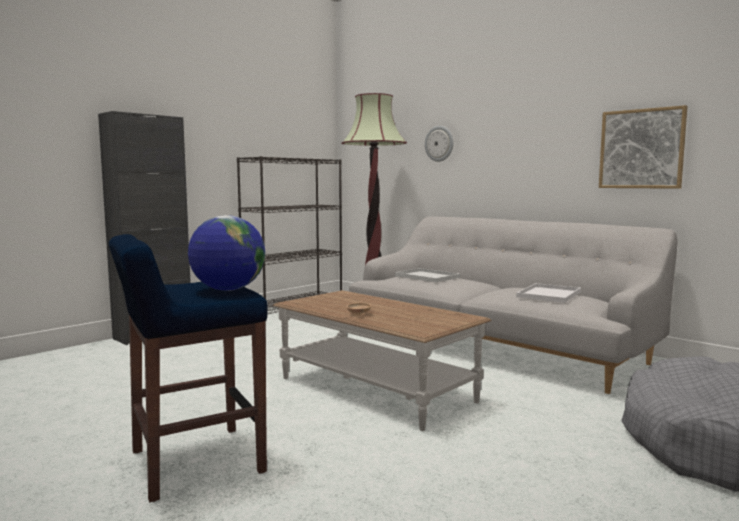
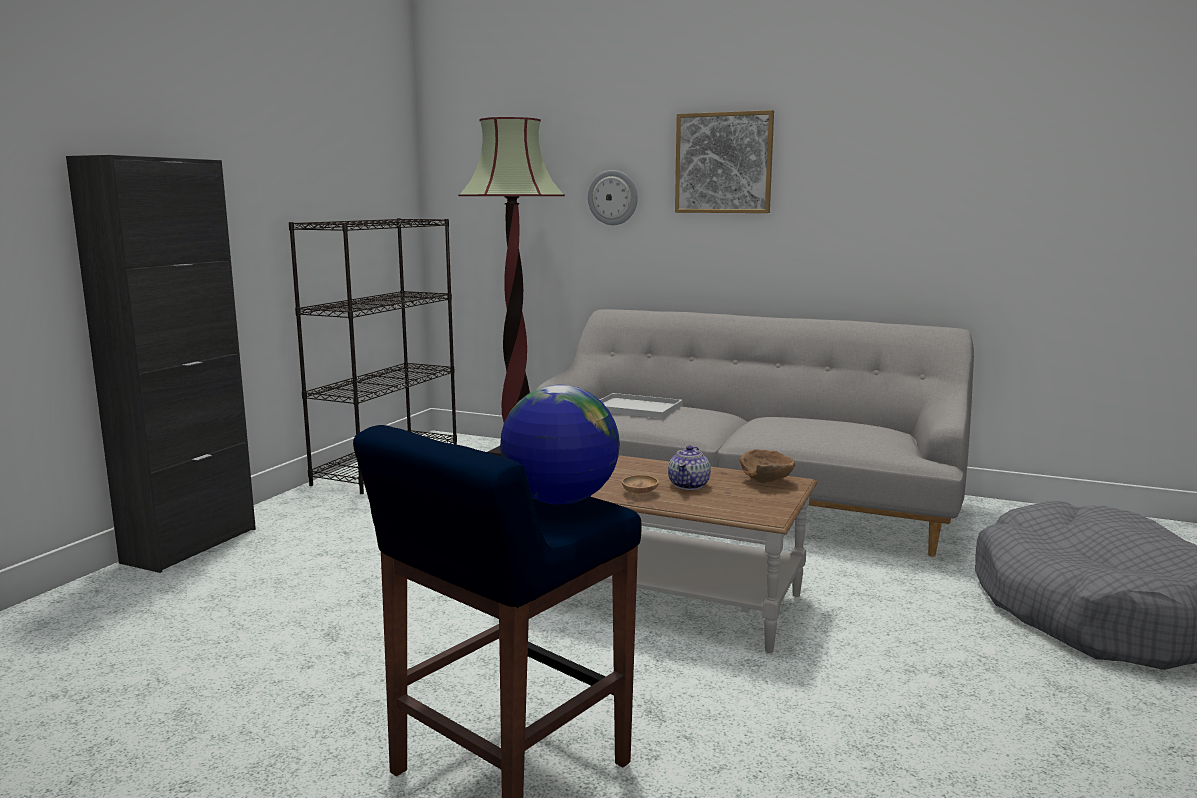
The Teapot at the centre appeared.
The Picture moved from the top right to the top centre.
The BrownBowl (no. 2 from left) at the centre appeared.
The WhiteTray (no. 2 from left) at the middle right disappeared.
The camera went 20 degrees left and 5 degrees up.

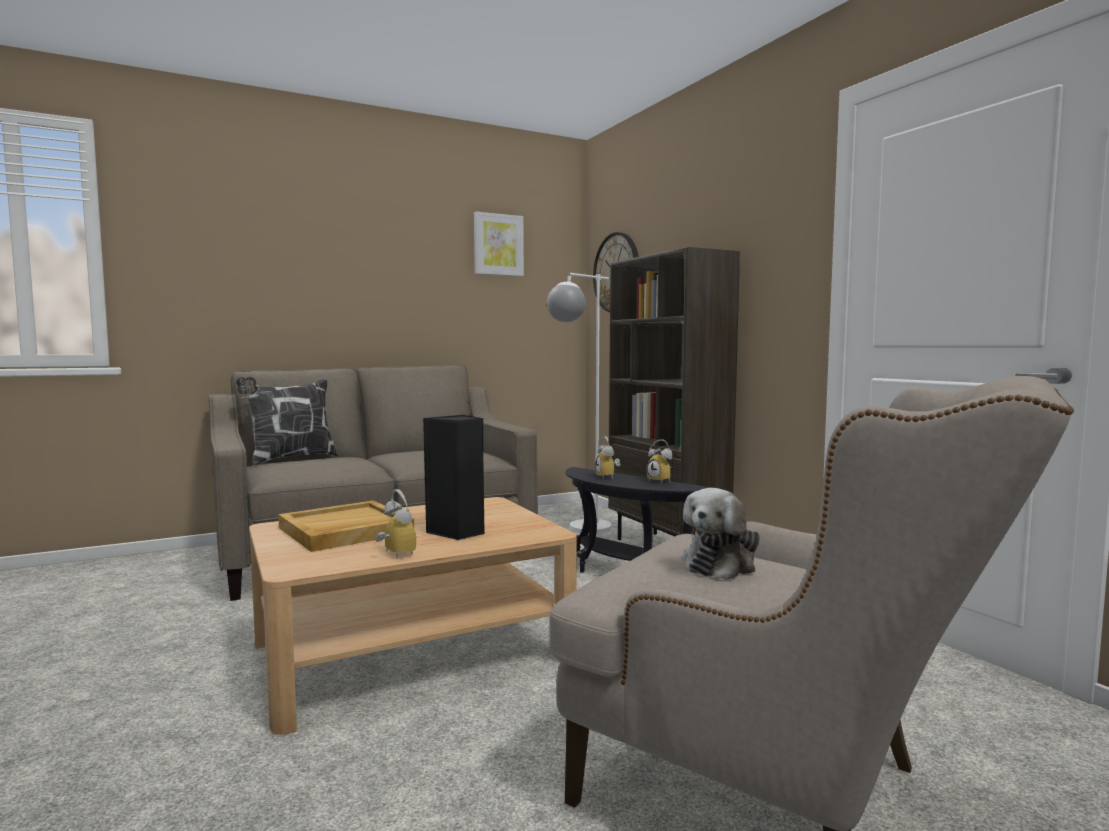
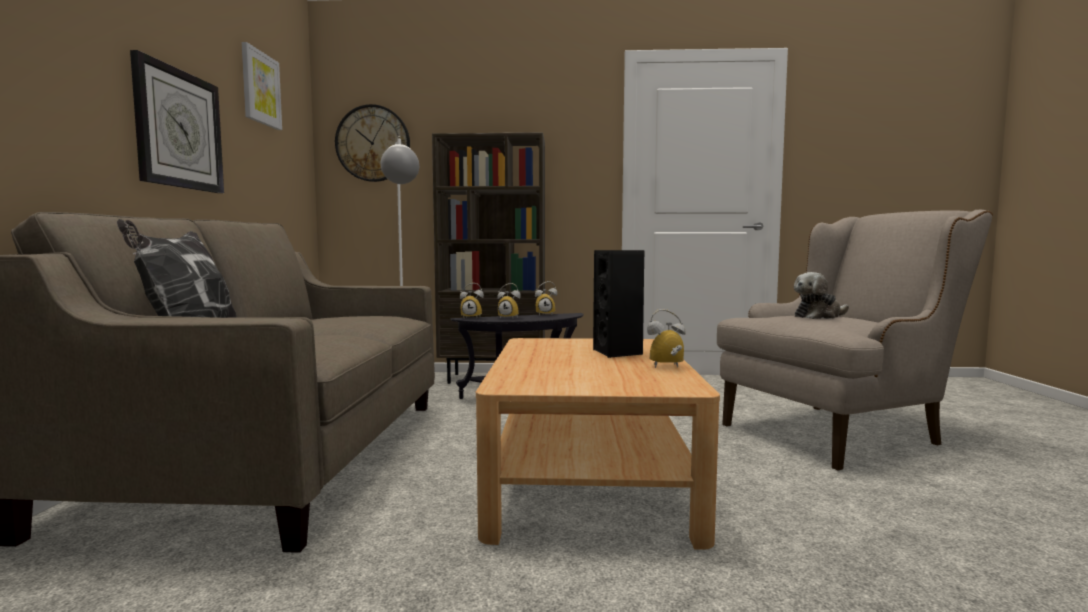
The WallClock (no. 1 from left) at the top left appeared.
The AlarmClock (no. 1 from left) at the centre appeared.
The PlushToy at the centre turned 90 degrees clockwise.
The BeigeTray at the middle left disappeared.
The camera went 60 degrees left and 0 degrees up.

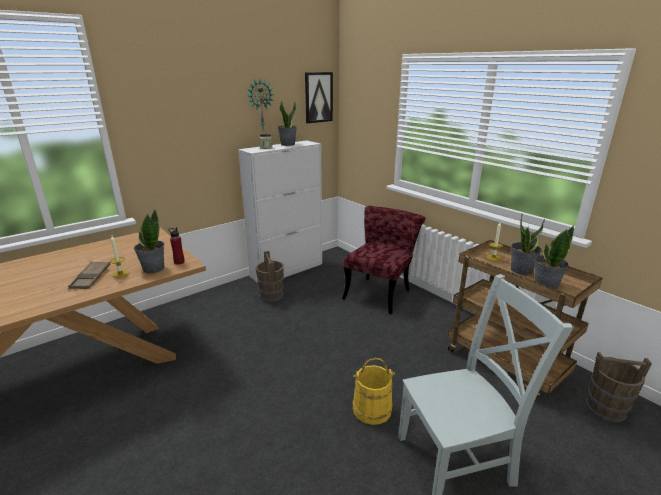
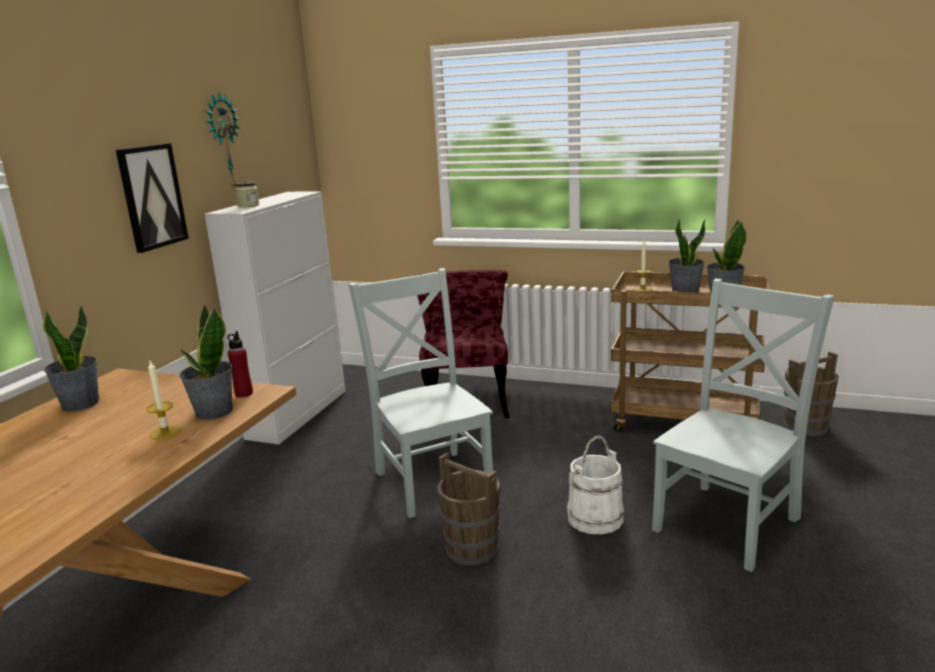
The PottedPlant (no. 2 from left in the first image) moved from the top centre to the middle left.
The Picture moved from the top centre to the top left.
The GreyChair (no. 1 from left) at the centre appeared.
The BrownBucket (no. 1 from left) moved from the centre to the bottom centre.
The YellowBucket at the bottom centre became the WhiteBucket at the bottom centre.
The BrownTray at the middle left disappeared.
The camera went 30 degrees left and 5 degrees down.

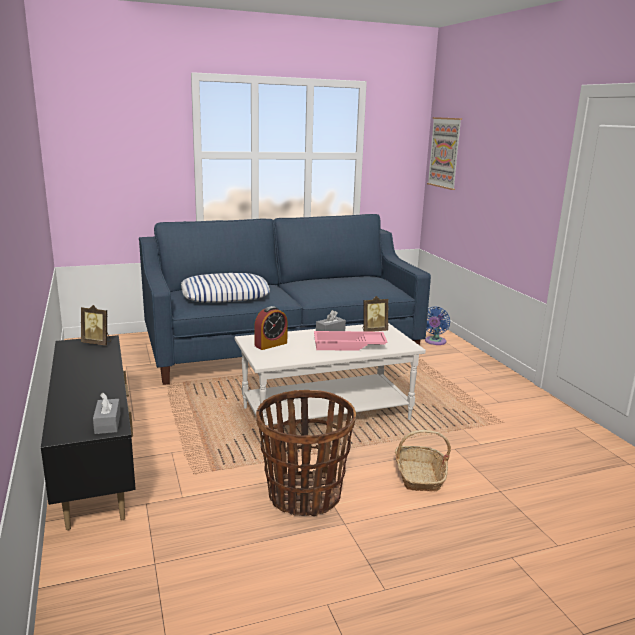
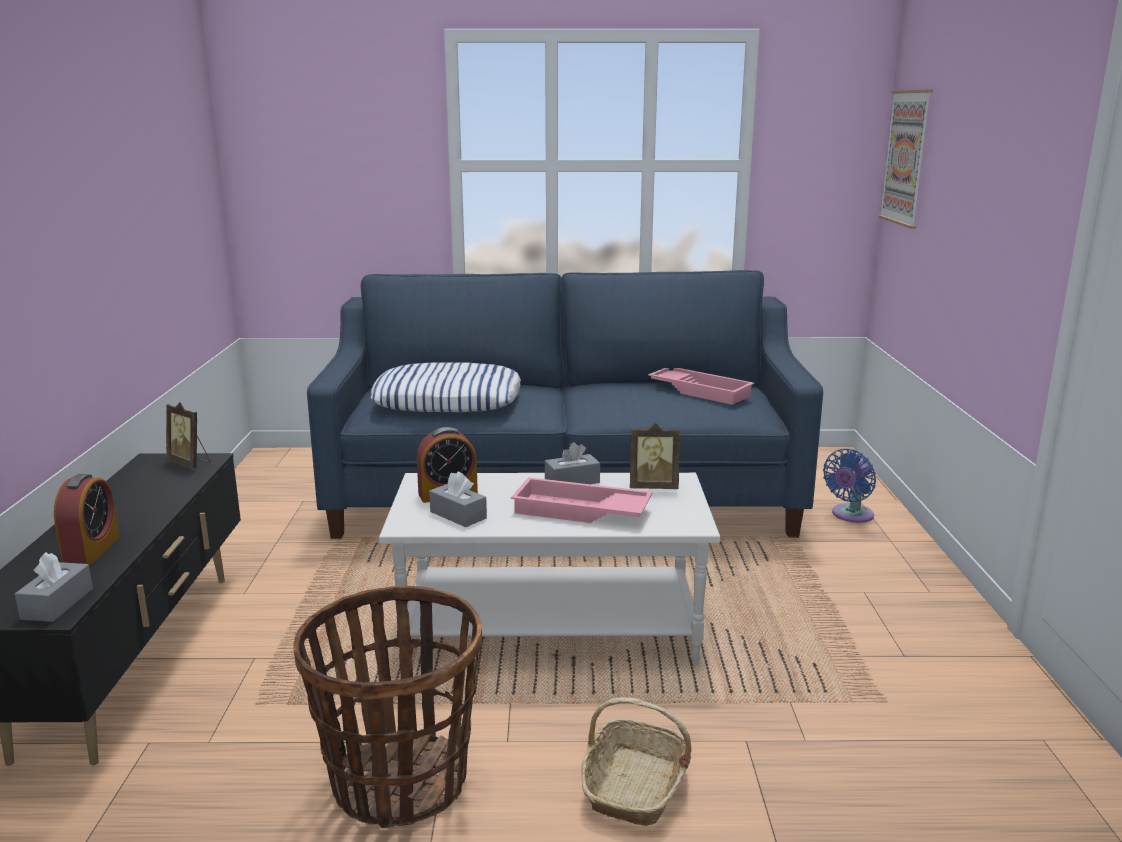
The AlarmClock (no. 1 from left) at the middle left appeared.
The GreyTissueBox (no. 2 from left) at the centre appeared.
The PinkTray (no. 2 from left) at the centre appeared.
The camera went 20 degrees right and 0 degrees up.

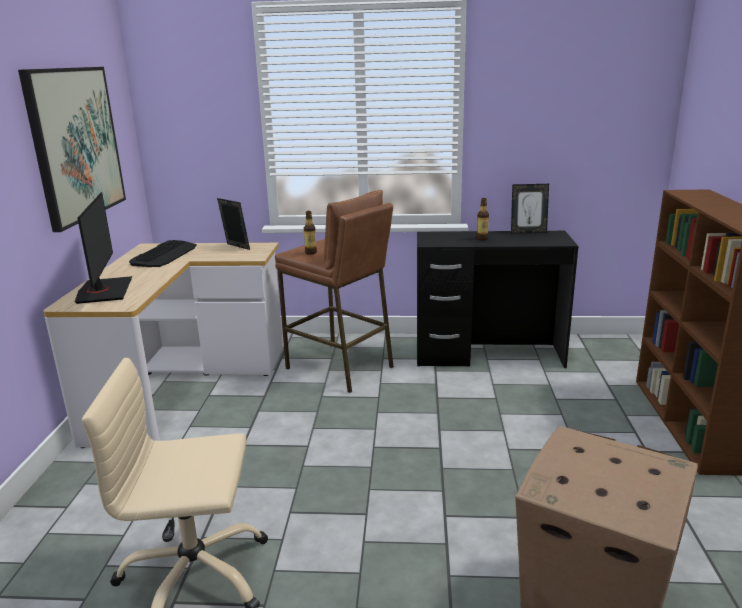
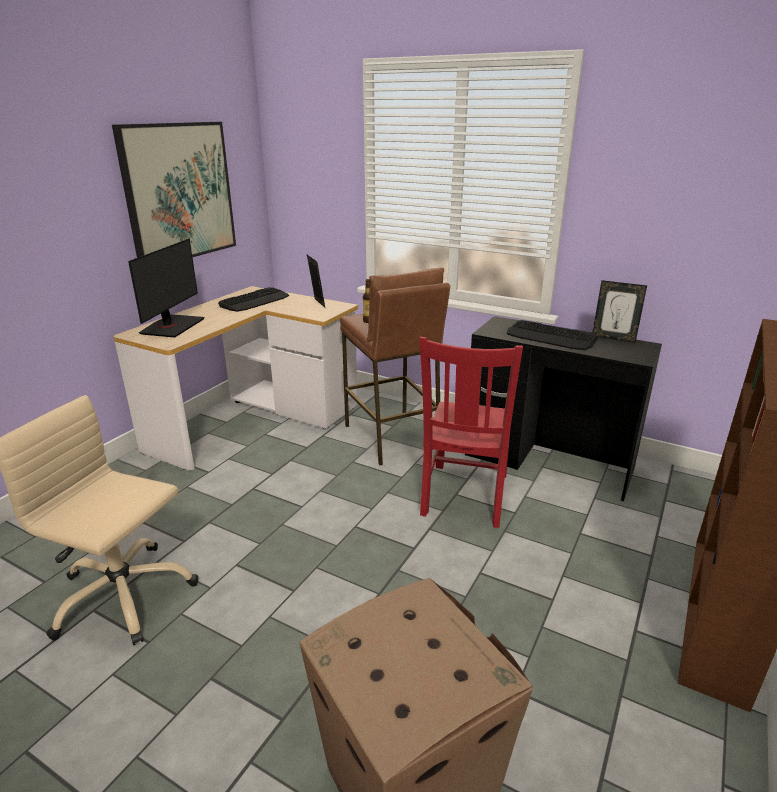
The RedChair at the centre appeared.
The Bottle (no. 2 from left) at the centre was replaced by the Keyboard (no. 2 from left) at the middle right.
The camera went 25 degrees right and 5 degrees up.

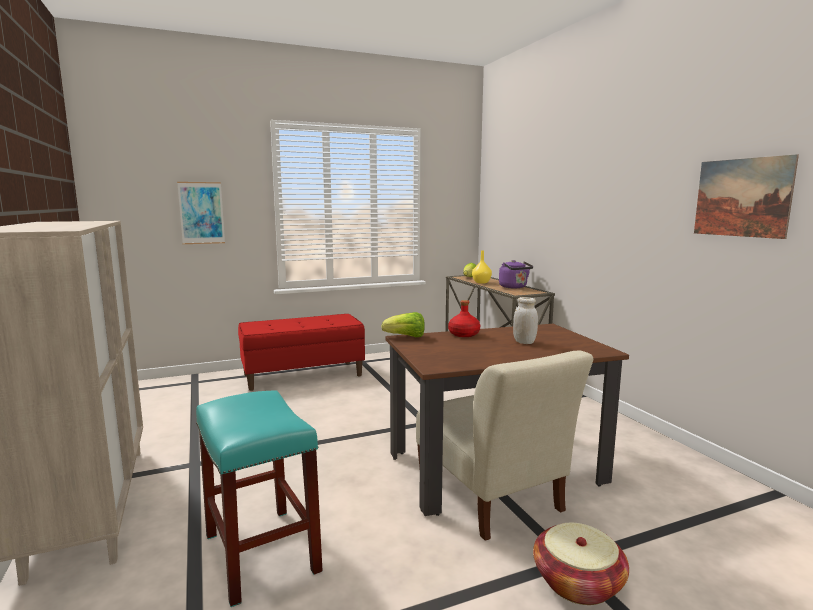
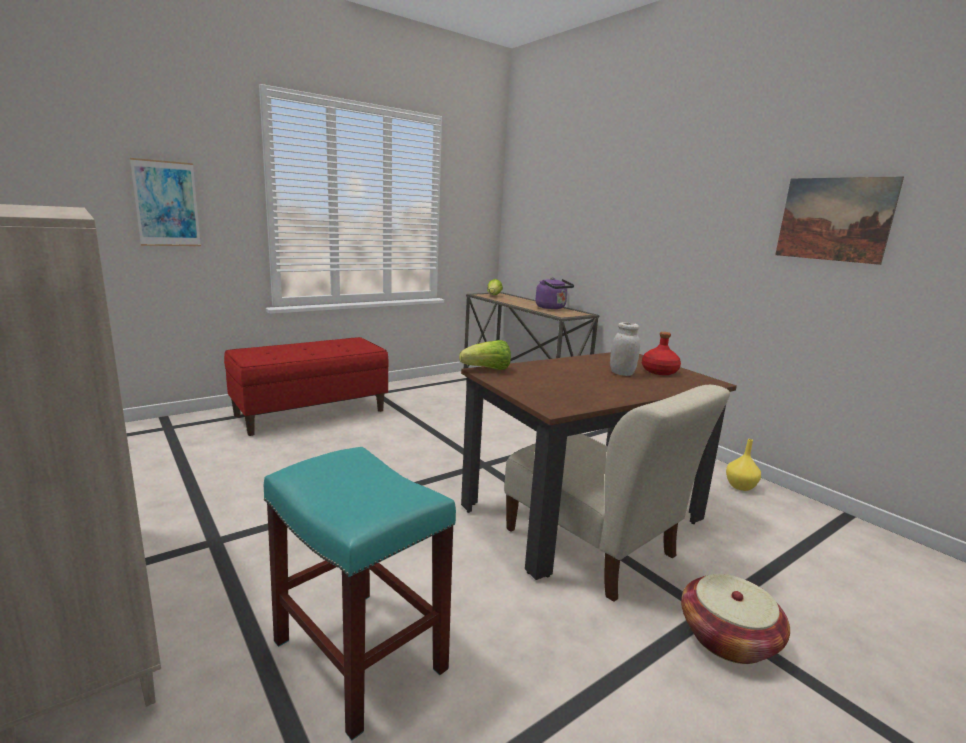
The RedBottle moved from the centre to the middle right.
The YellowVase moved from the centre to the middle right.
The camera went 15 degrees left and 5 degrees up.

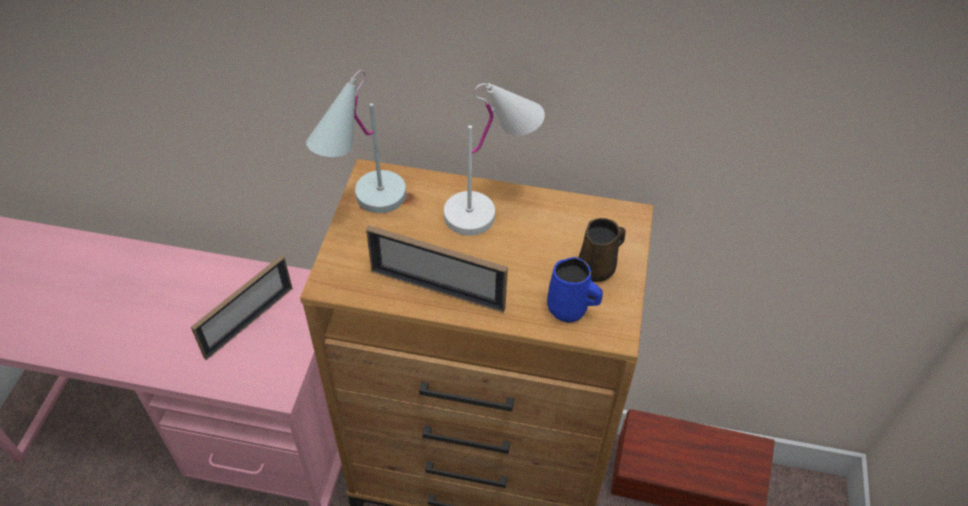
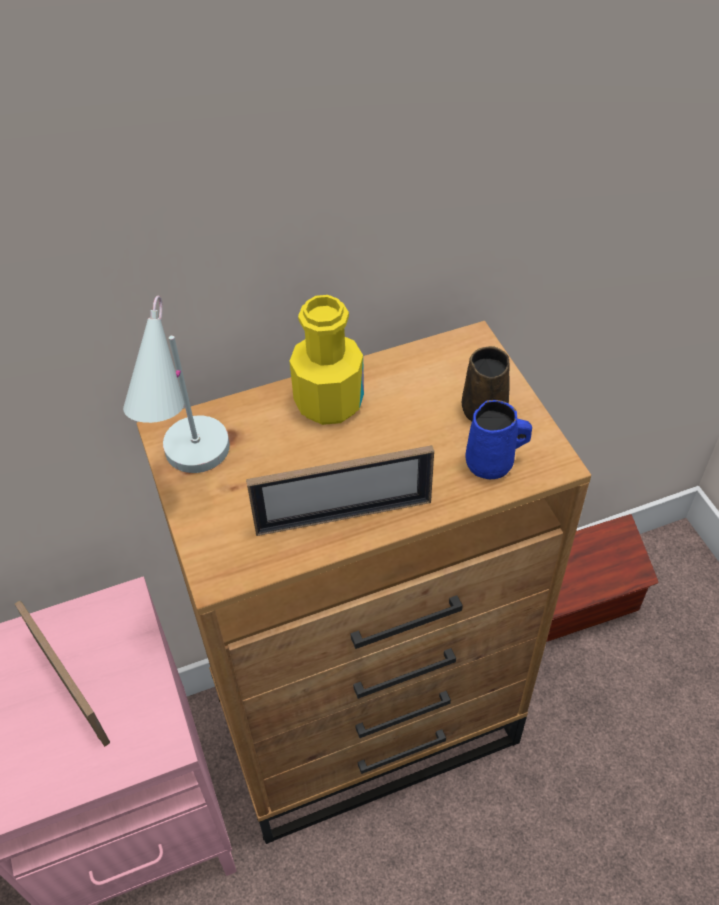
The PictureFrame (no. 1 from left) at the middle left turned 45 degrees counterclockwise.
The WhiteTableLamp (no. 2 from left) at the top centre was replaced by the YellowBottle at the centre.
The camera went 30 degrees left and 0 degrees up.

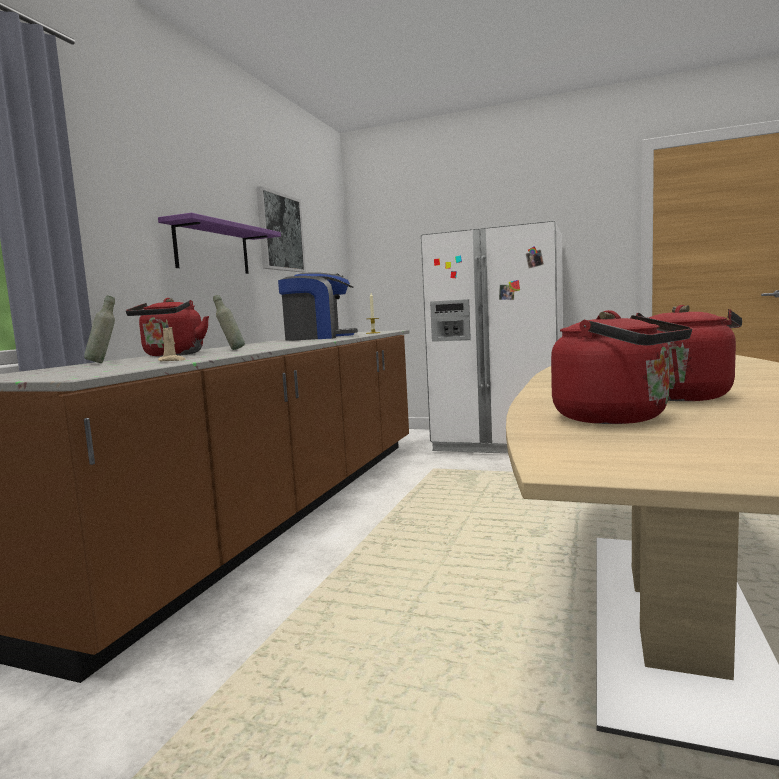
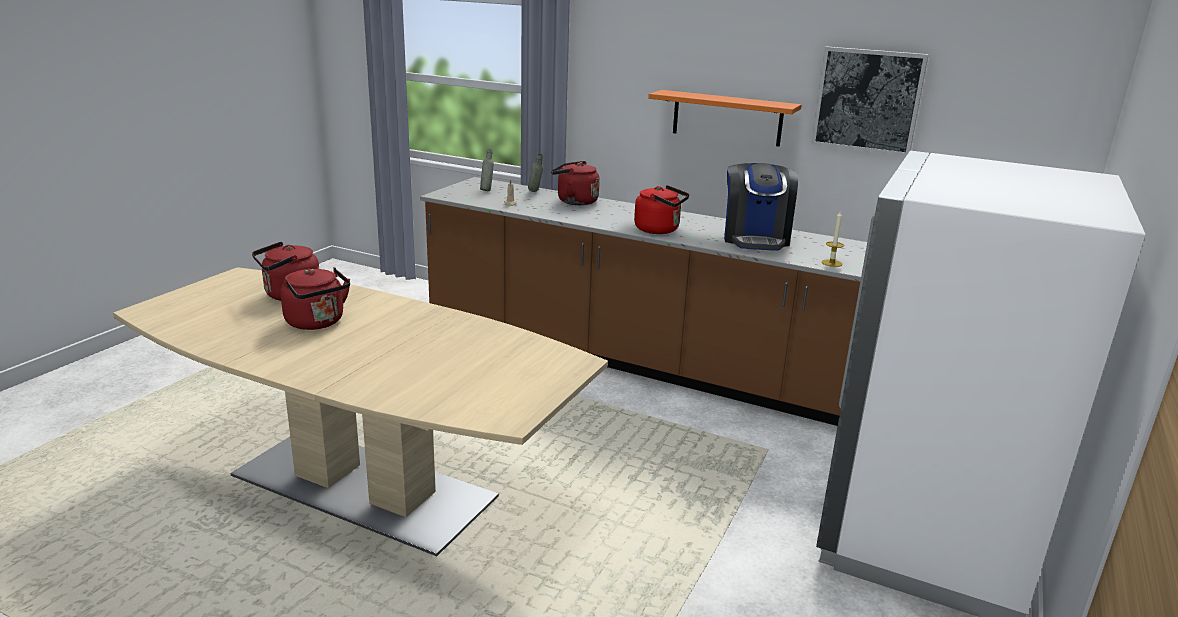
The GreyBottle (no. 2 from left in the first image) moved from the middle left to the top centre.
The RedKettle (no. 4 from left) at the centre appeared.
The PurpleShelf at the top left became the OrangeShelf at the top centre.
The camera went 95 degrees right and 15 degrees up.

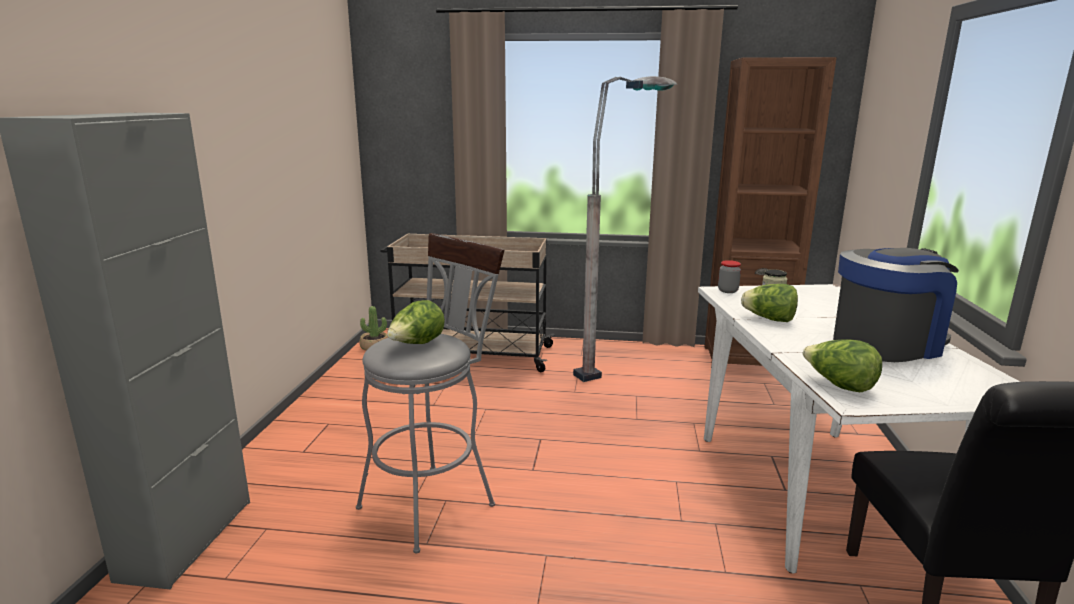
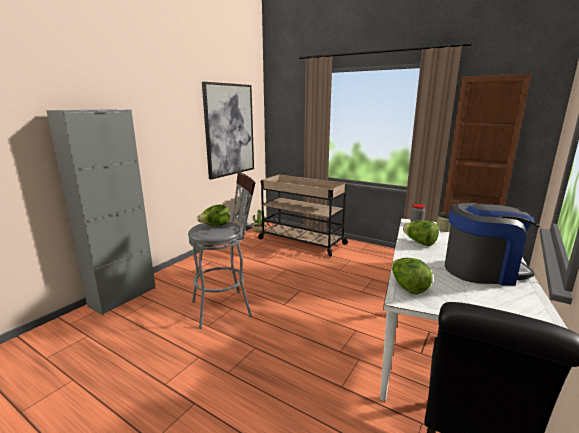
The Picture at the top centre appeared.
The GreyFloorLamp at the centre disappeared.
The camera went 25 degrees right and 0 degrees up.

